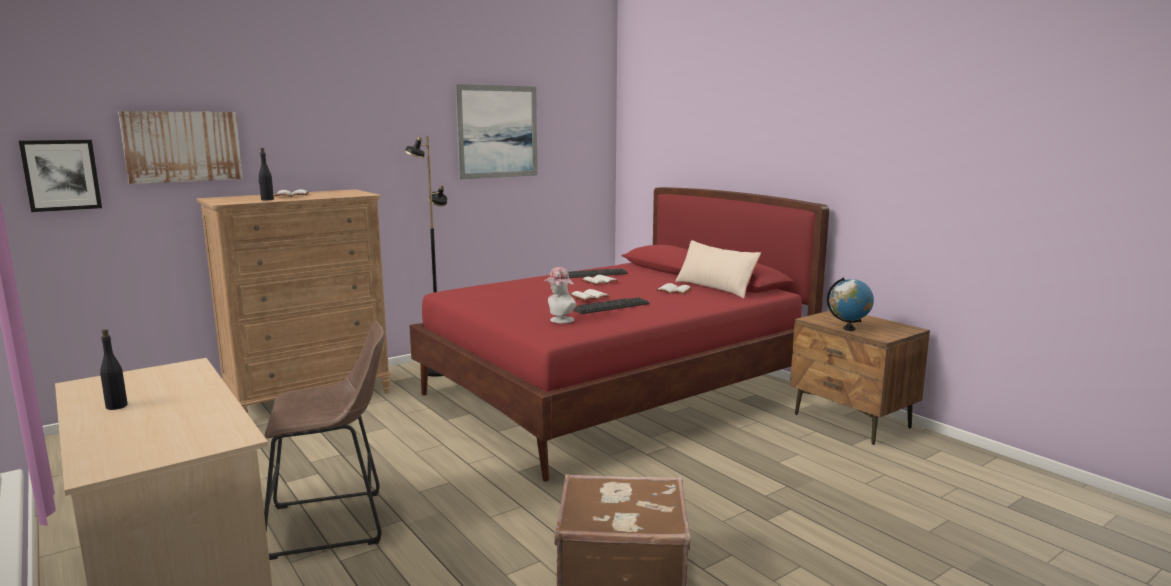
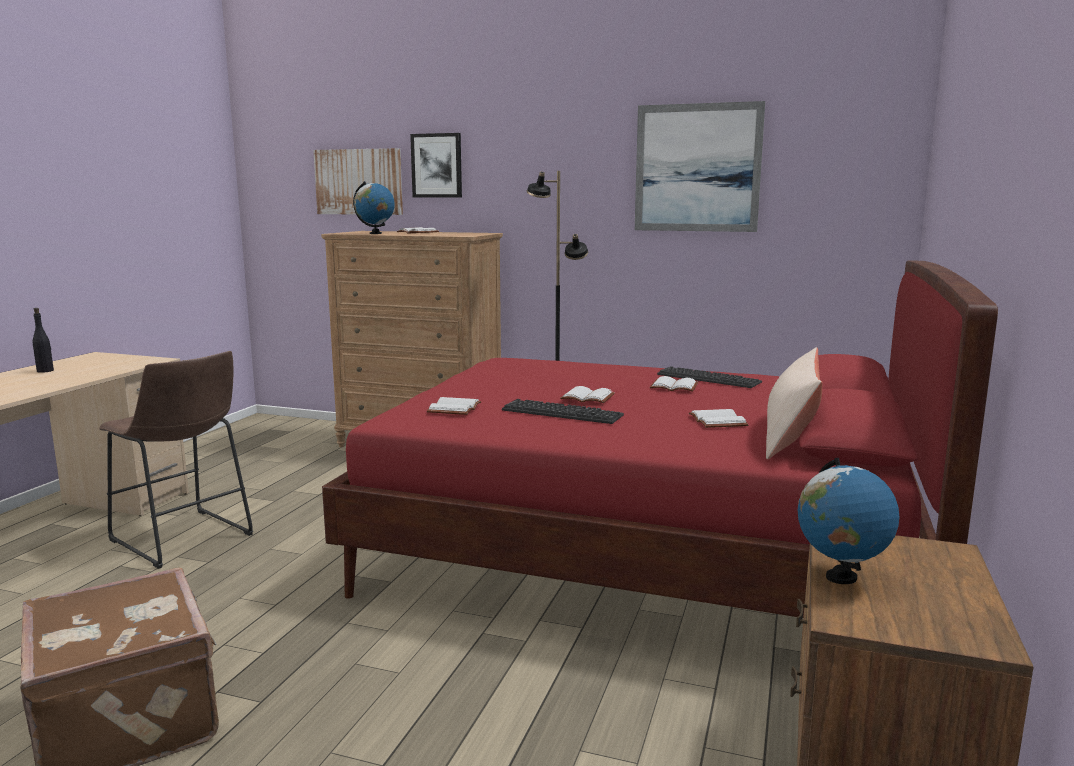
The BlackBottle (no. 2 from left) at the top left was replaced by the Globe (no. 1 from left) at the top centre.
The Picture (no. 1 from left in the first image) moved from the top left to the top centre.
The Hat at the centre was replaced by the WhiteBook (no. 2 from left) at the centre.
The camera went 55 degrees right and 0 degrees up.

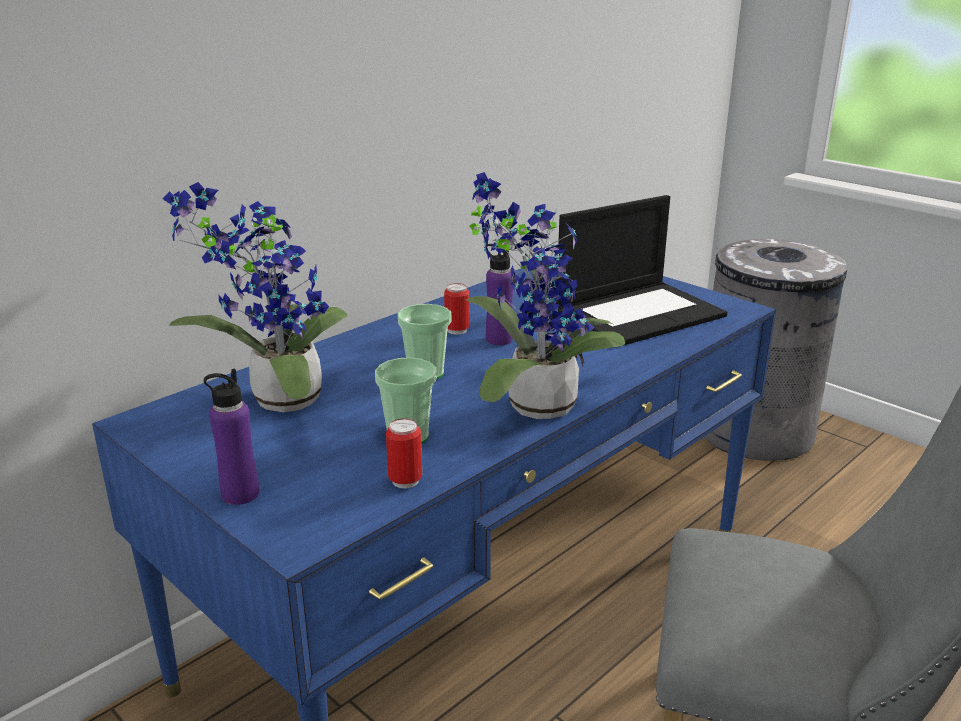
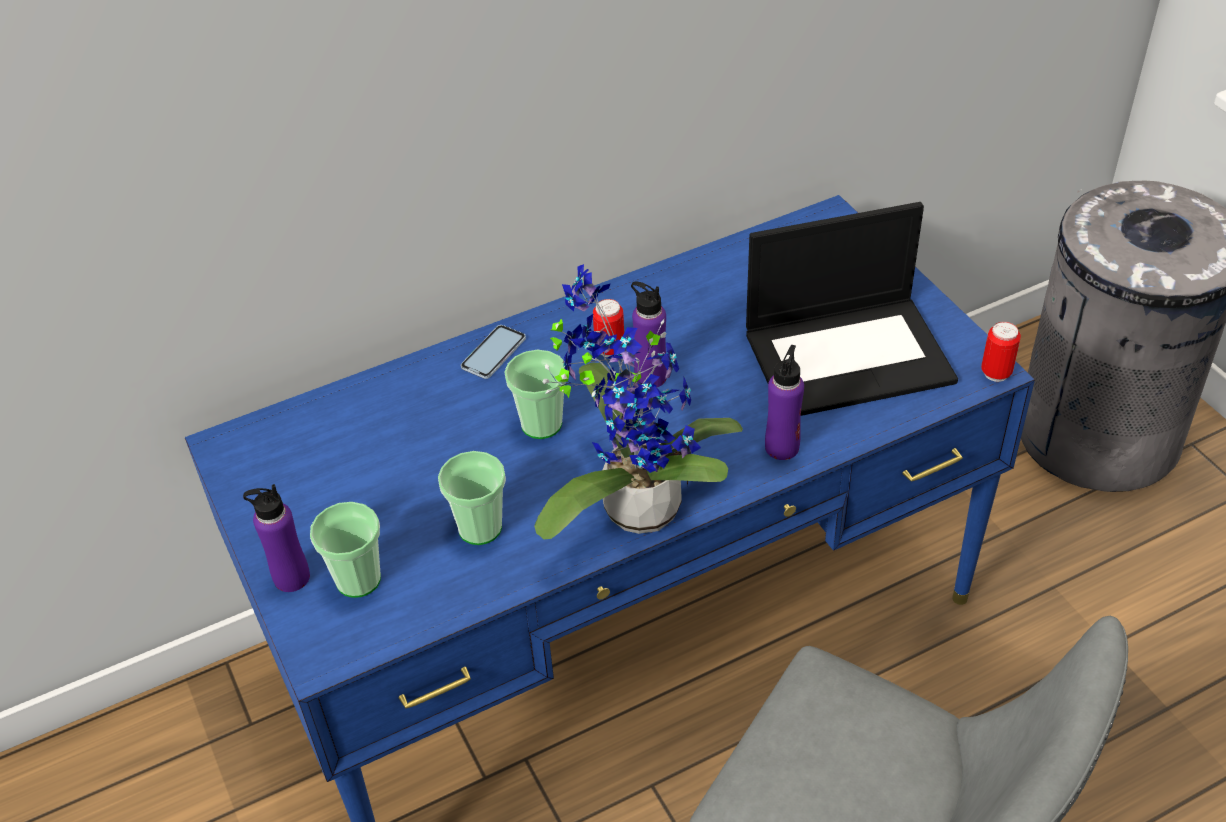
The Cup (no. 1 from left) at the bottom left appeared.
The Phone at the centre appeared.
The PurpleBottle (no. 3 from left) at the centre appeared.
The Can (no. 1 from left in the first image) moved from the centre to the middle right.
The PottedPlant (no. 1 from left) at the middle left disappeared.
The camera went 20 degrees right and 20 degrees up.

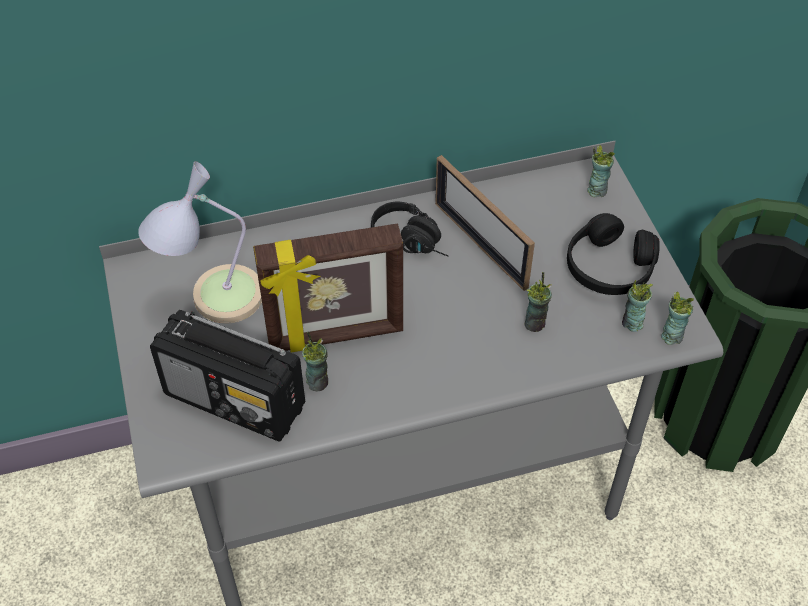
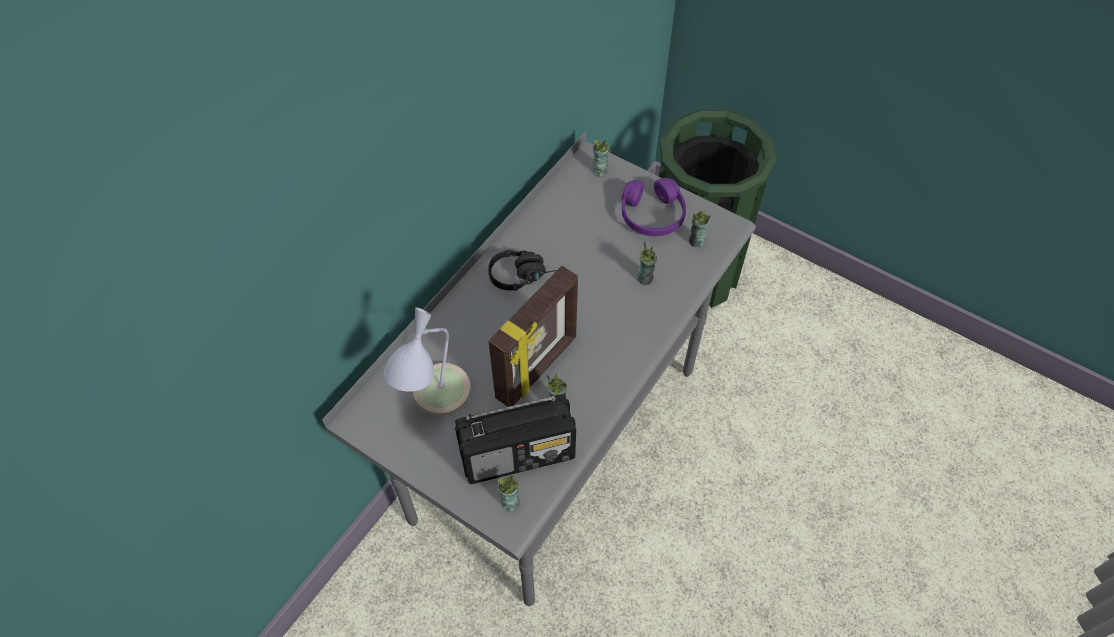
The Cup (no. 5 from left in the first image) moved from the middle right to the bottom centre.
The BlackHeadphones (no. 2 from left) at the middle right became the PurpleHeadphones at the top centre.
The PictureFrame (no. 2 from left) at the centre disappeared.
The camera went 40 degrees left and 5 degrees up.

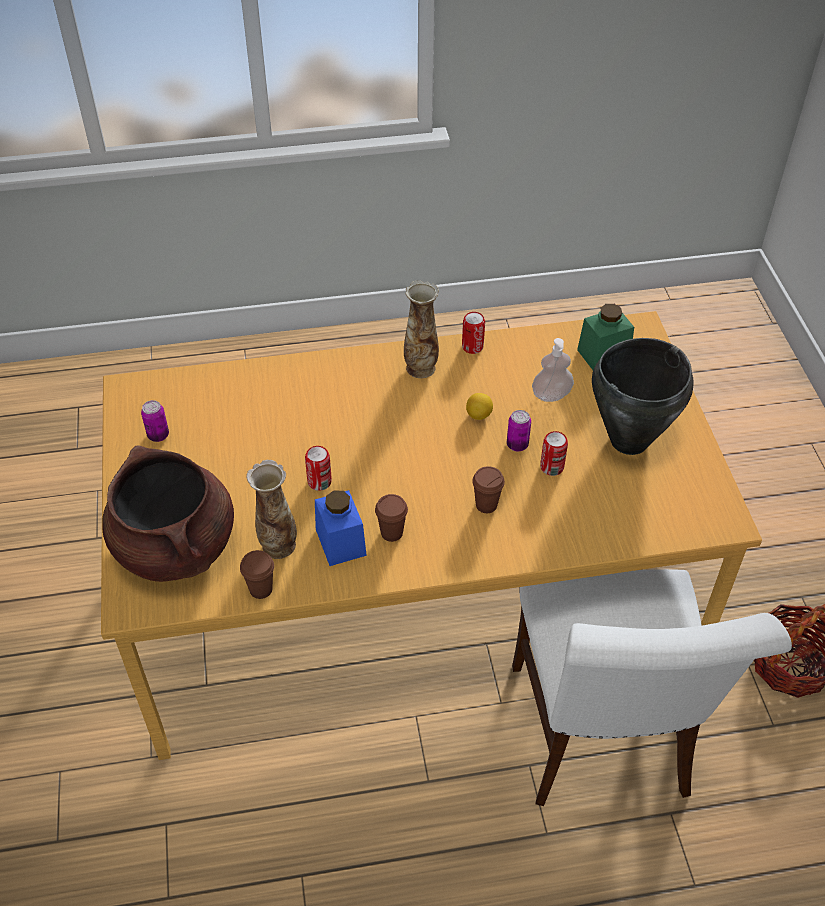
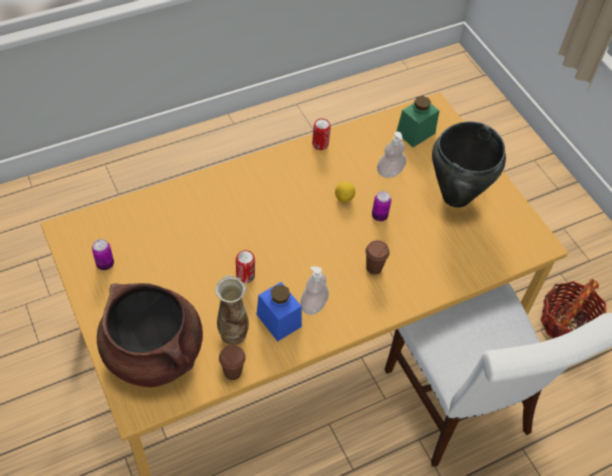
The BrownCup (no. 2 from left) at the centre was replaced by the SoapDispenser (no. 1 from left) at the centre.
The Vase (no. 2 from left) at the centre disappeared.
The Can (no. 5 from left) at the middle right disappeared.
The camera went 20 degrees left and 5 degrees up.

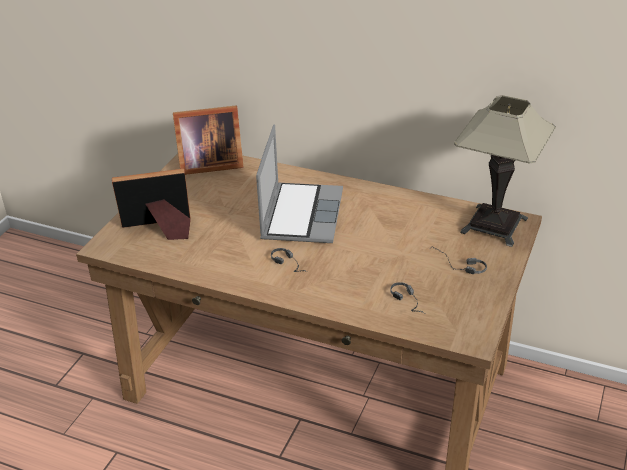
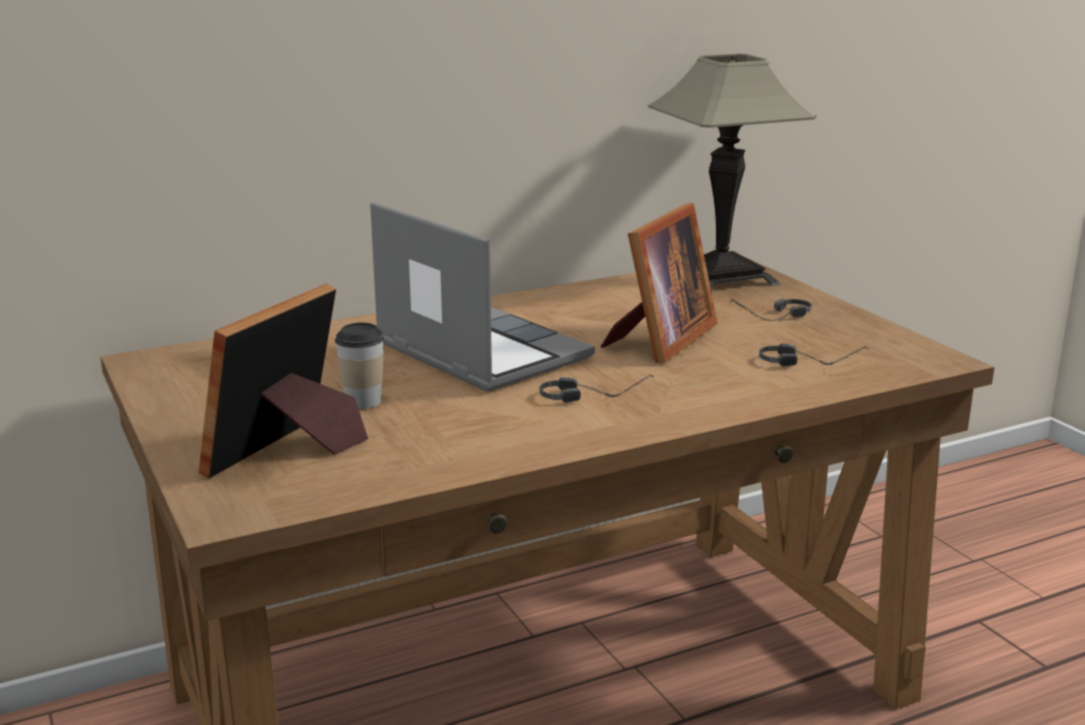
The Cup at the middle left appeared.
The PictureFrame (no. 2 from left) moved from the top left to the centre.
The camera went 50 degrees left and 15 degrees down.

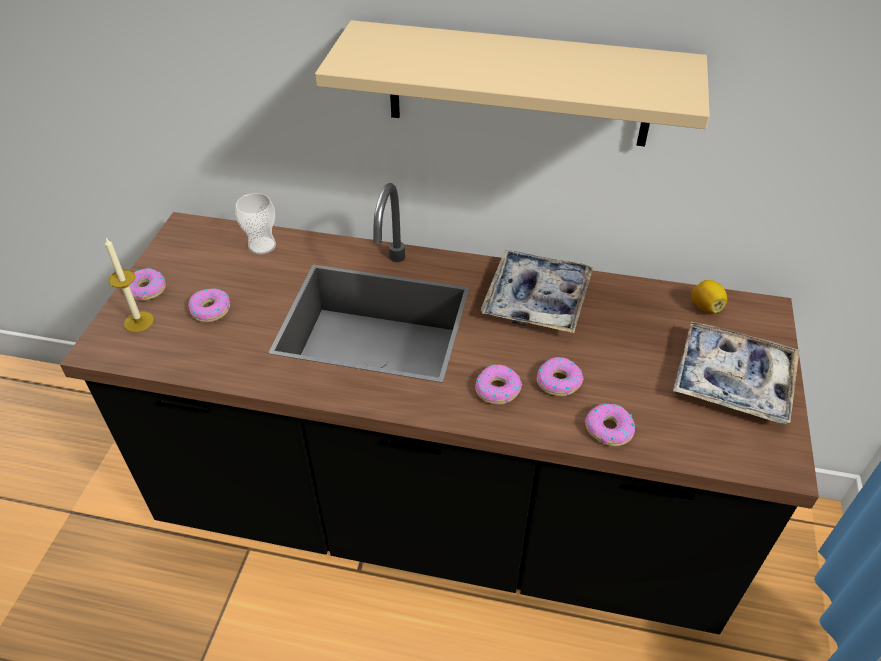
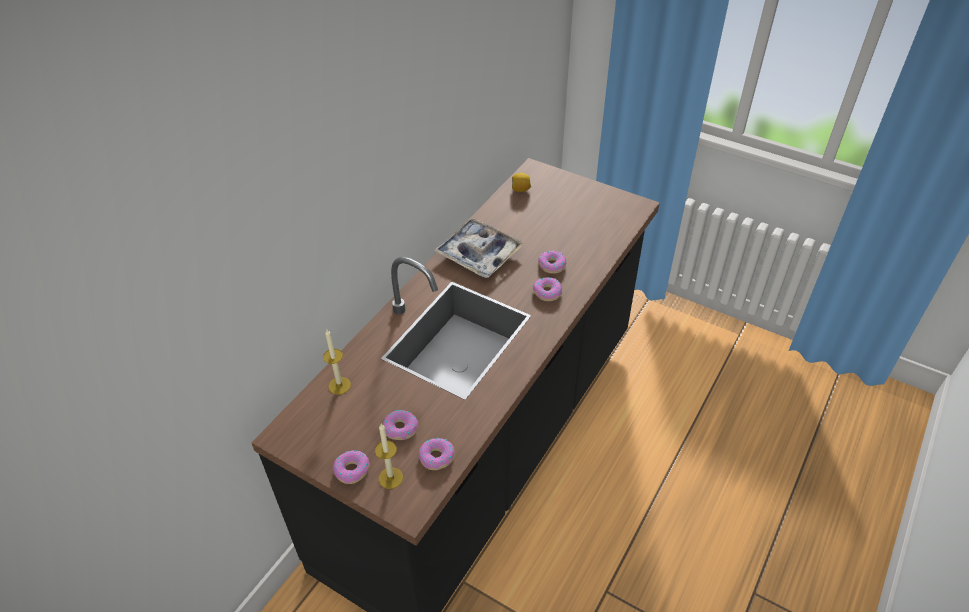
The Cup at the middle left was replaced by the Candle (no. 1 from left) at the centre.
The Donut (no. 5 from left in the first image) moved from the middle right to the bottom centre.
The BeigeShelf at the top centre disappeared.
The Tray (no. 2 from left) at the middle right disappeared.
The camera went 70 degrees left and 0 degrees up.

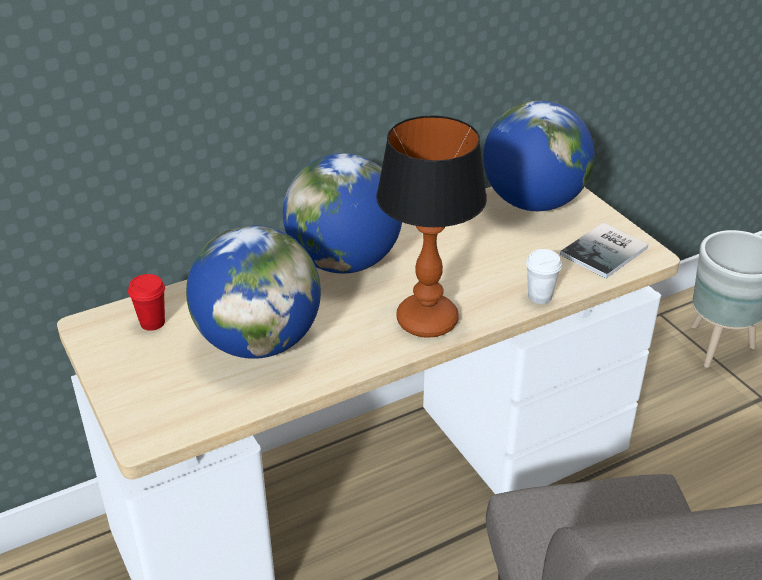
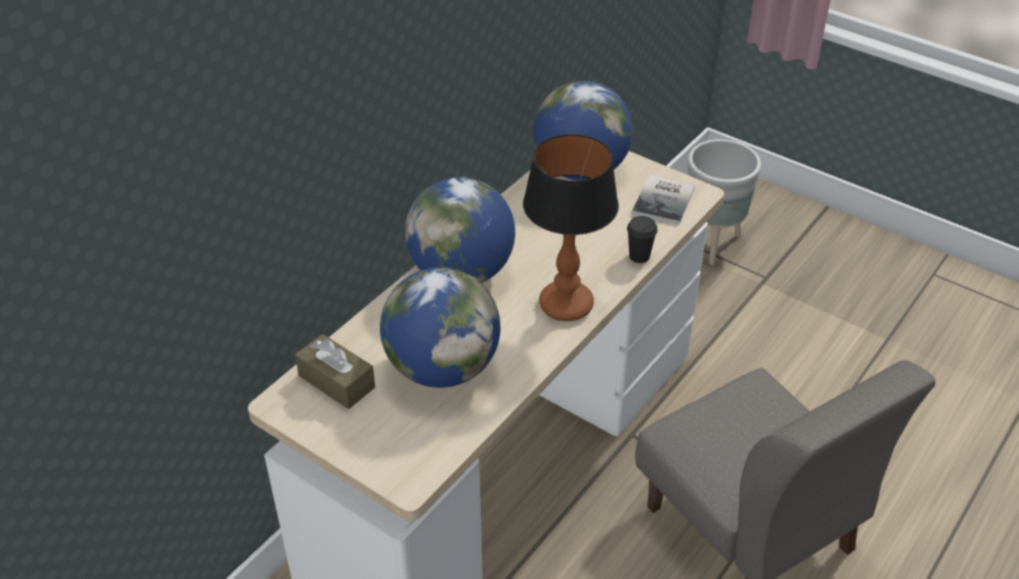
The RedCup at the middle left was replaced by the BrownTissueBox at the middle left.
The WhiteCup at the middle right became the BlackCup at the centre.
The camera went 25 degrees left and 5 degrees up.

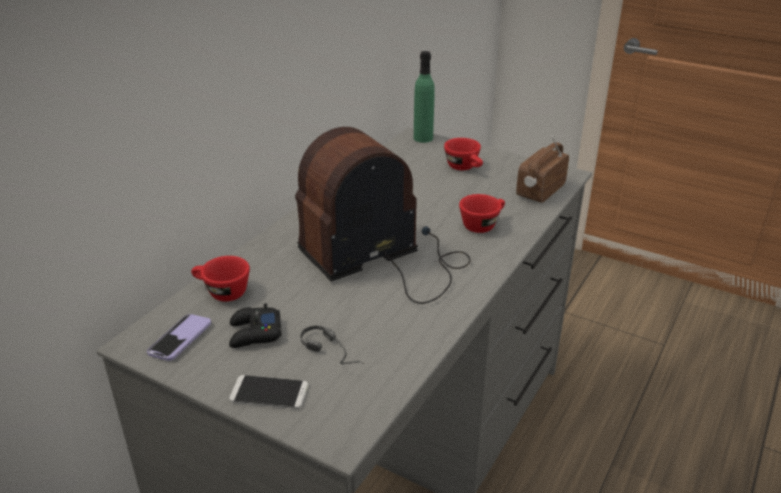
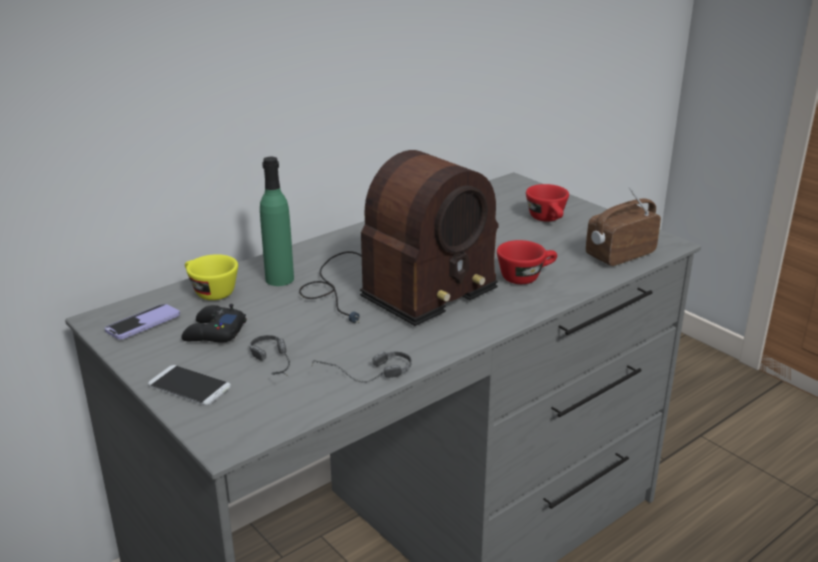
The RedCup (no. 1 from left) at the middle left became the YellowCup at the middle left.
The GreenBottle moved from the top centre to the centre.
The Radio (no. 1 from left) at the centre turned 150 degrees clockwise.
The Headphones (no. 2 from left) at the centre appeared.
The camera went 20 degrees right and 5 degrees down.

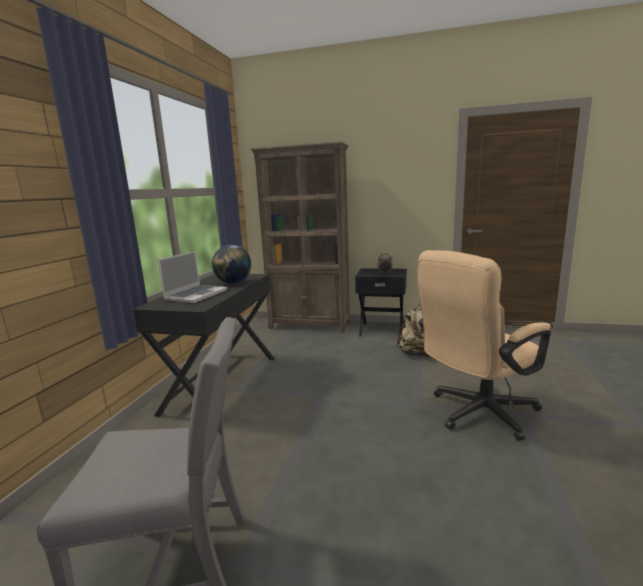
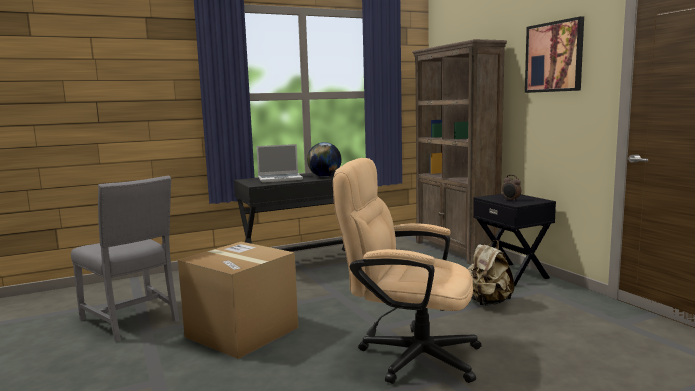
The CardboardBox at the bottom centre appeared.
The Picture at the top right appeared.
The camera went 50 degrees right and 5 degrees down.

